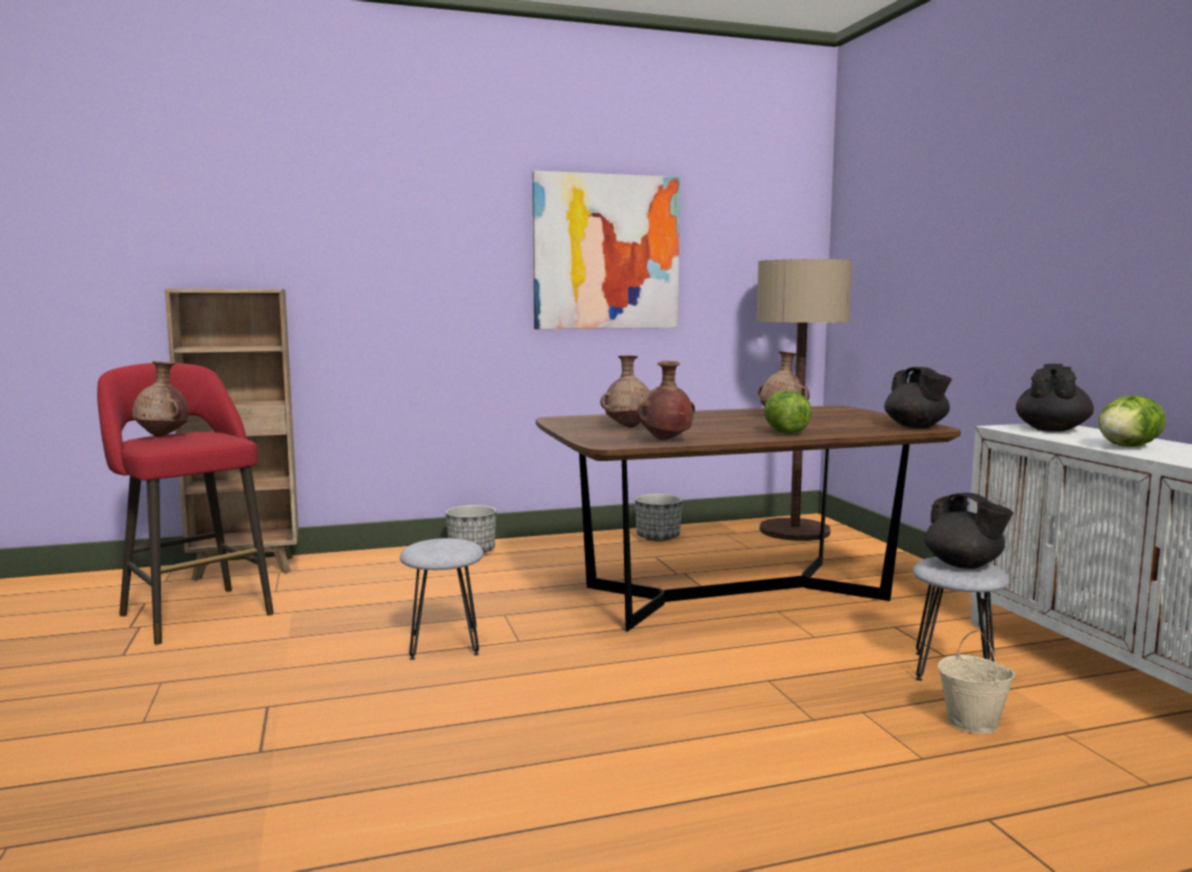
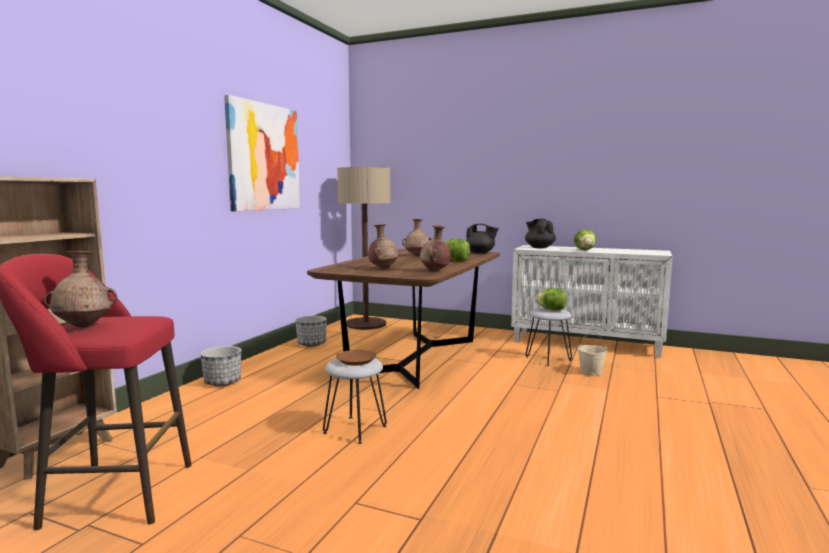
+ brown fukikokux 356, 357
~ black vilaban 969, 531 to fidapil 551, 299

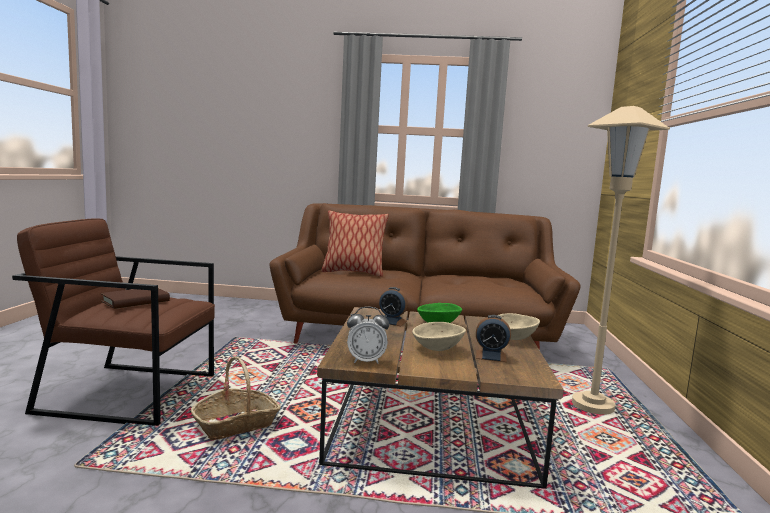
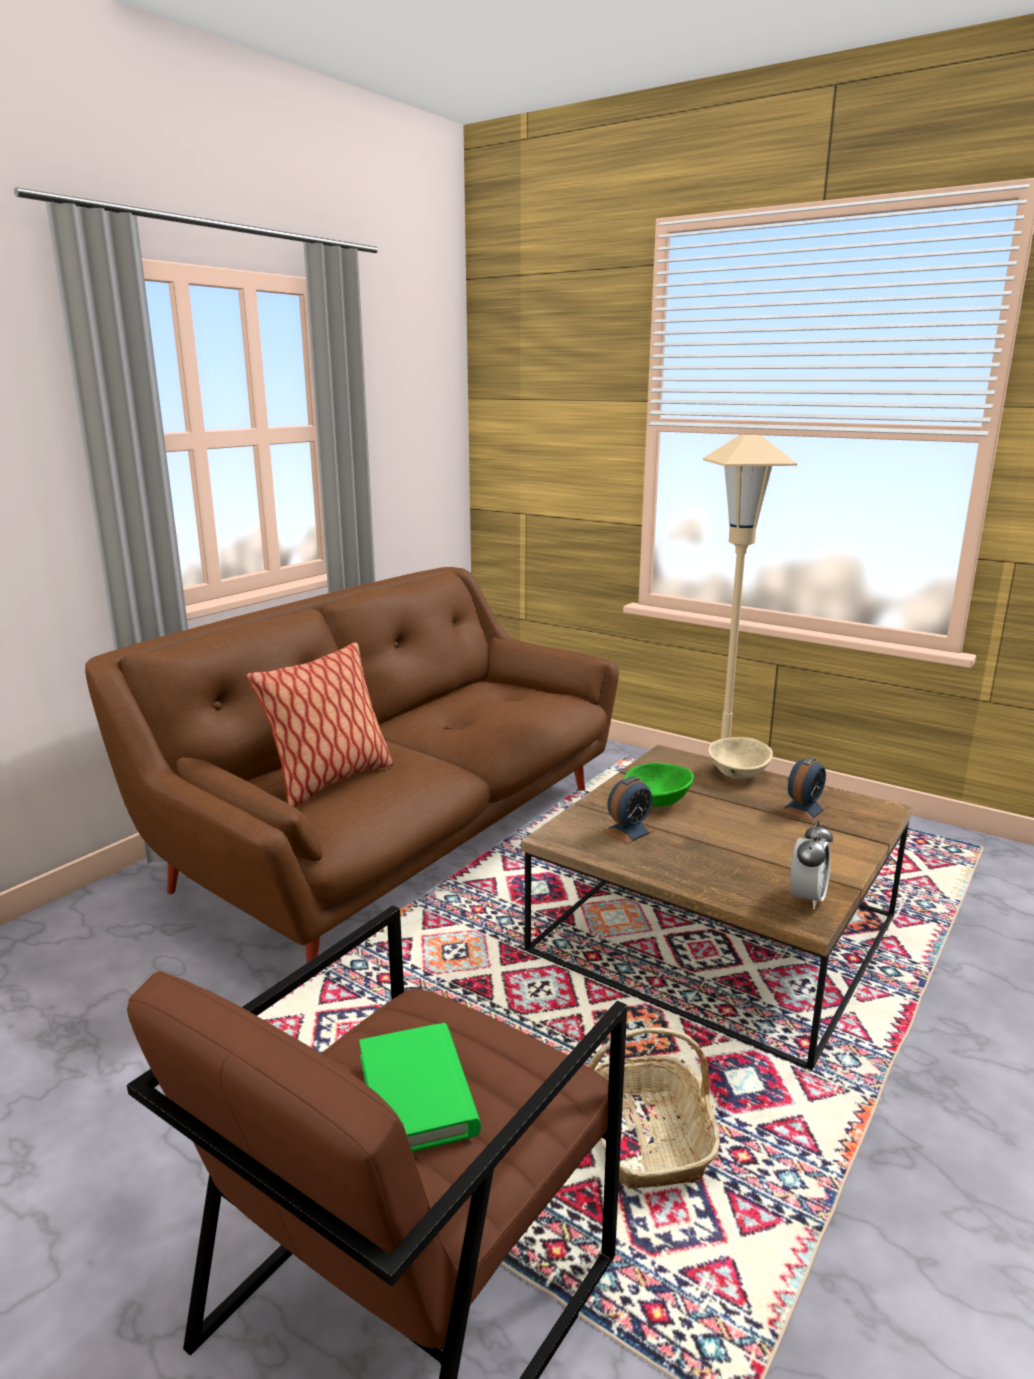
~ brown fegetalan 135, 298 to green fegetalan 420, 1087
- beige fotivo 439, 336

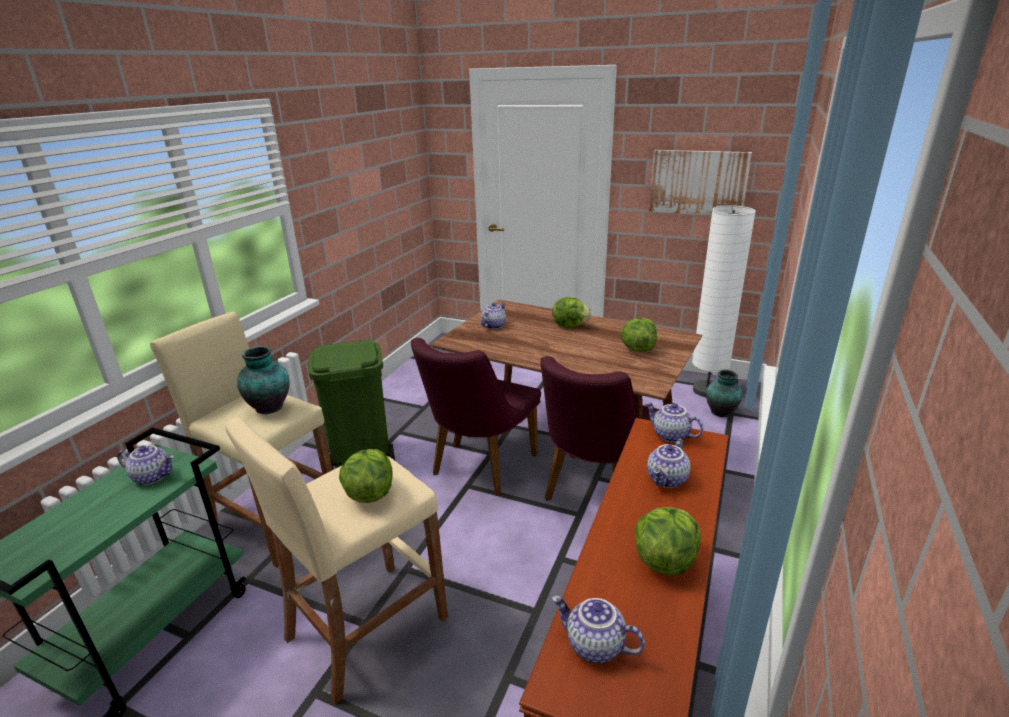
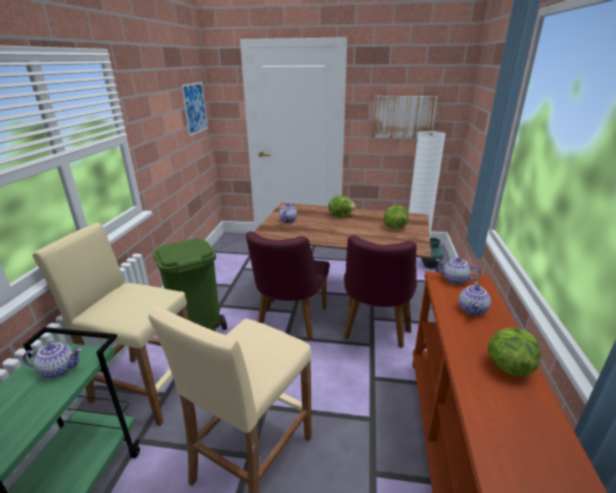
+ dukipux 194, 109
- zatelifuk 263, 380
- fidapil 365, 476
- vilaban 598, 629

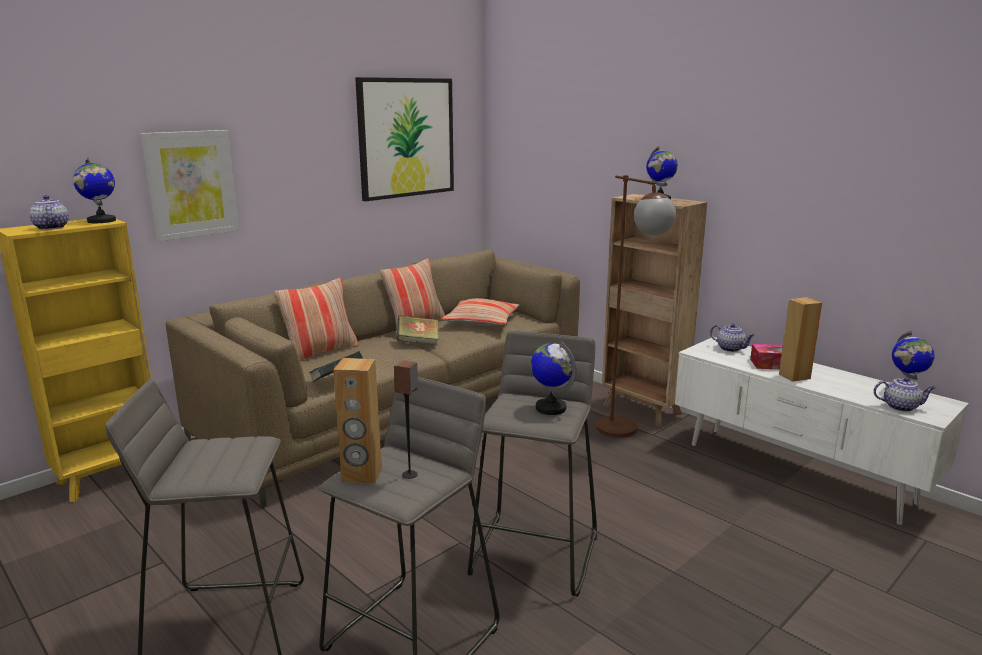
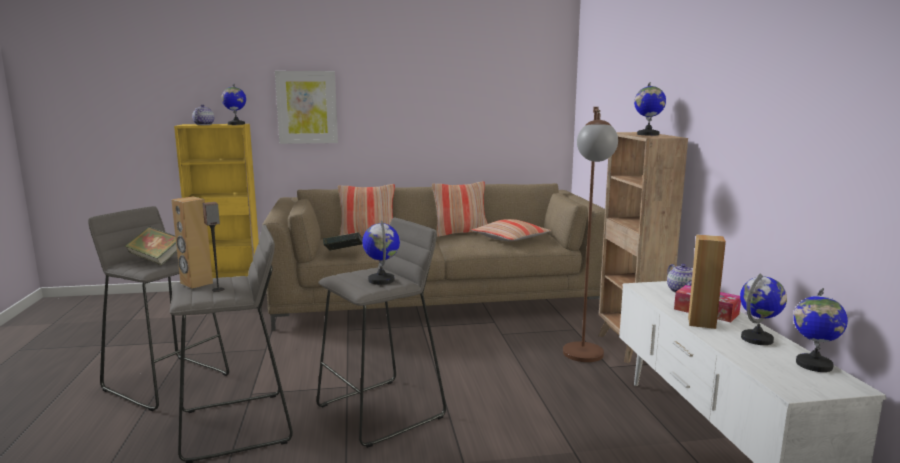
~ fegetalan 418, 330 to 151, 246
+ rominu 763, 309
- dukipux 404, 139
- vilaban 904, 394

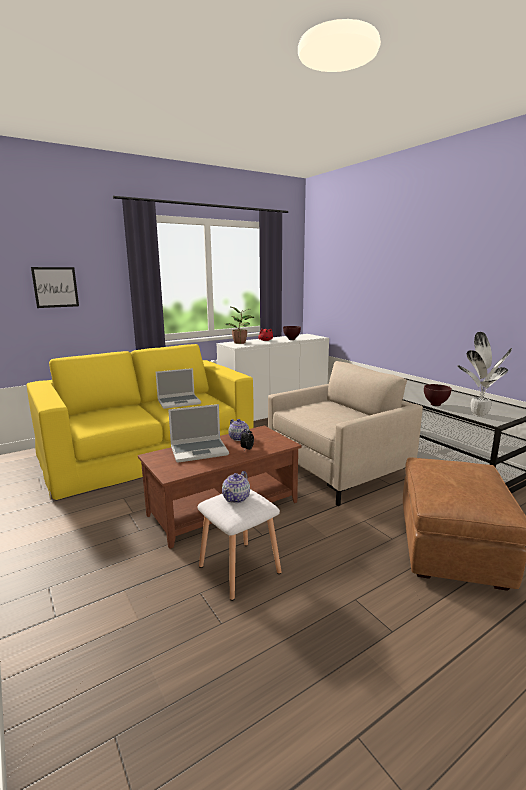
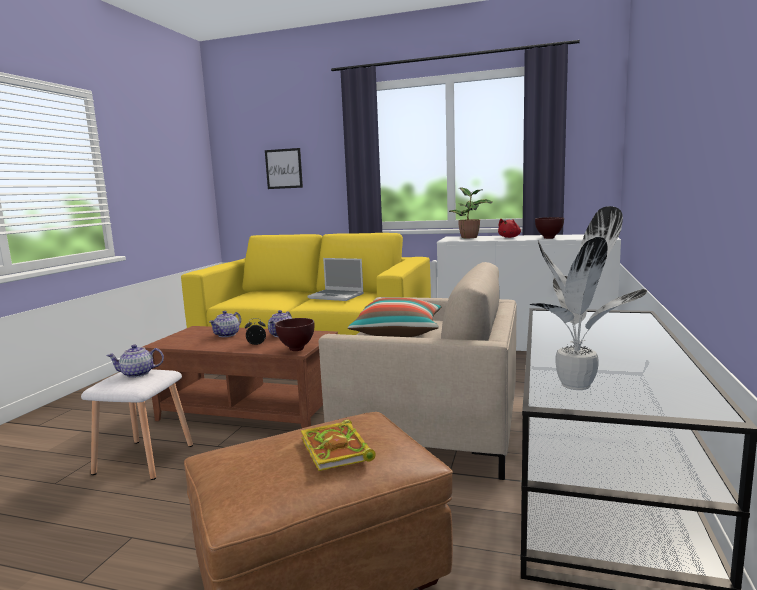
~ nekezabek 198, 433 to vilaban 225, 324
~ brown fotivo 438, 395 to 294, 334
+ fegetalan 338, 445
+ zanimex 394, 317

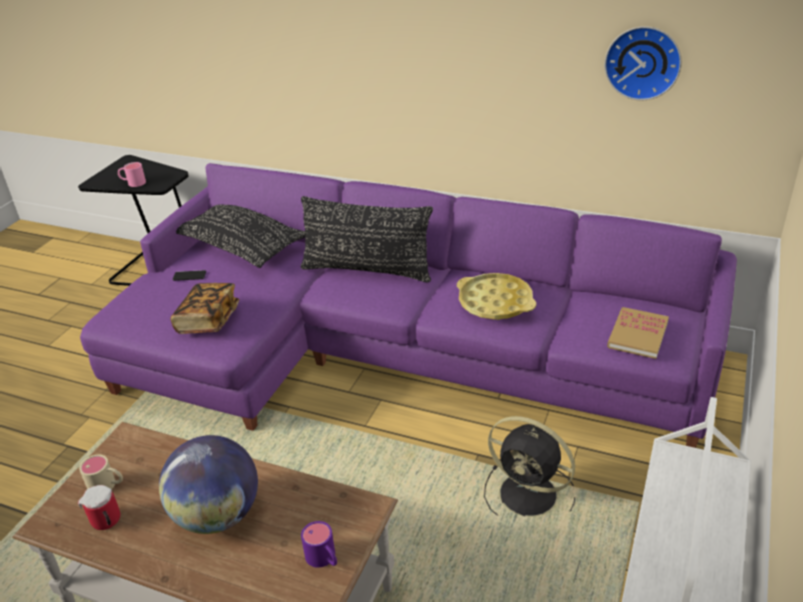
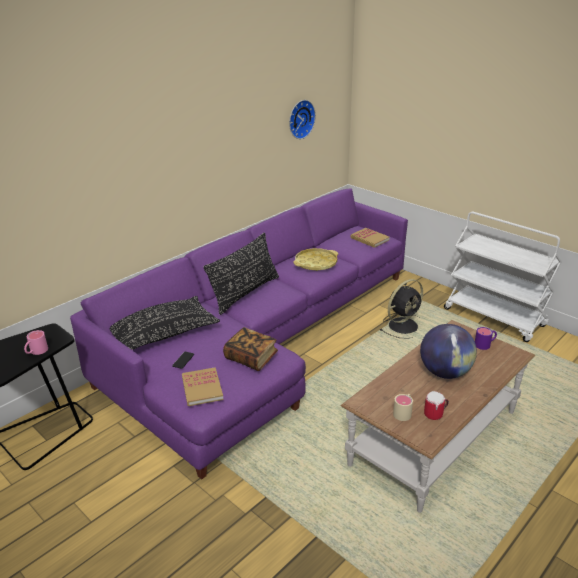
+ fegetalan 202, 386

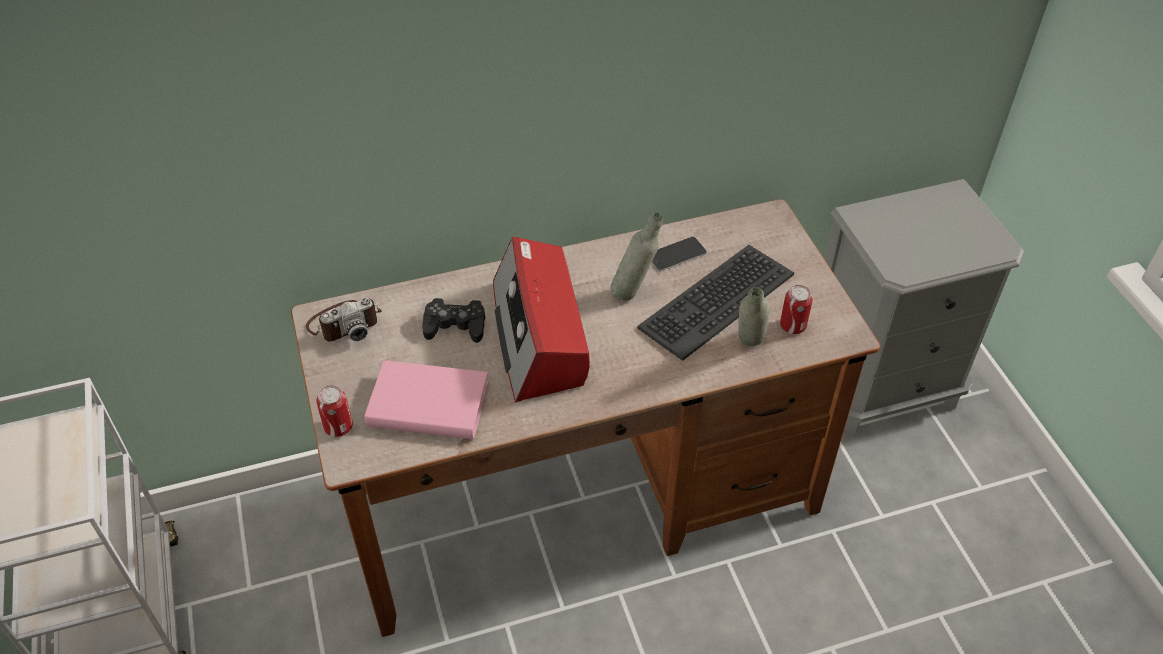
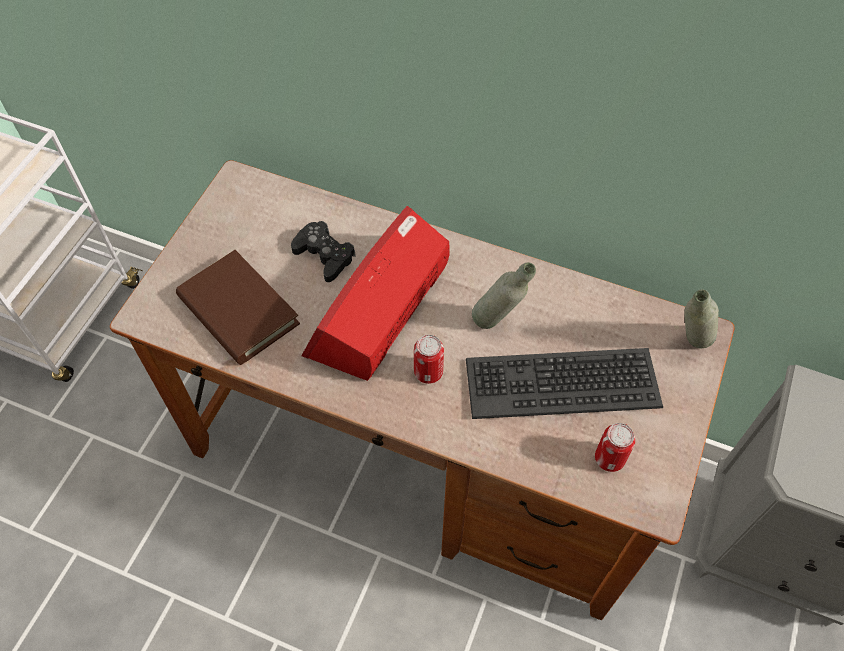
~ pink fegetalan 426, 399 to brown fegetalan 238, 307
~ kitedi 335, 411 to 429, 359
~ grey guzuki 754, 316 to 702, 319
- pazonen 344, 319
- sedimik 679, 254

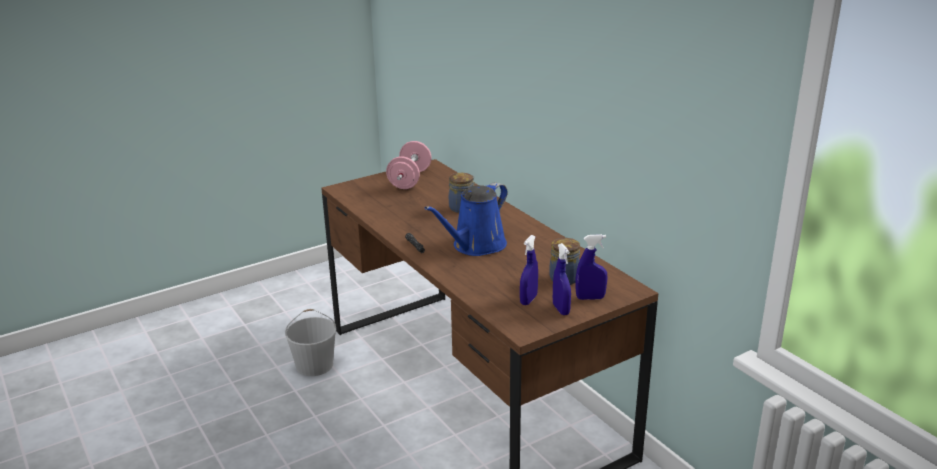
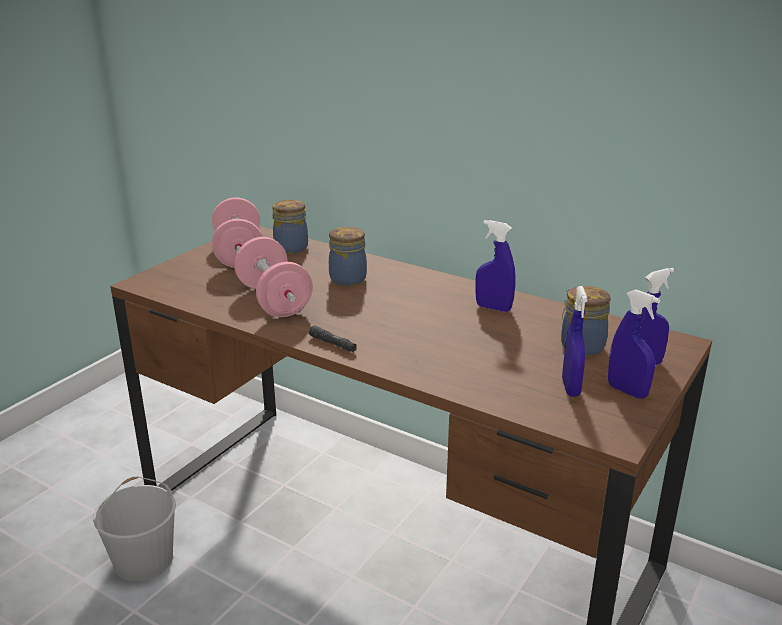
+ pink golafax 273, 277
+ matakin 290, 227
+ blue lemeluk 495, 266
- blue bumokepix 466, 219

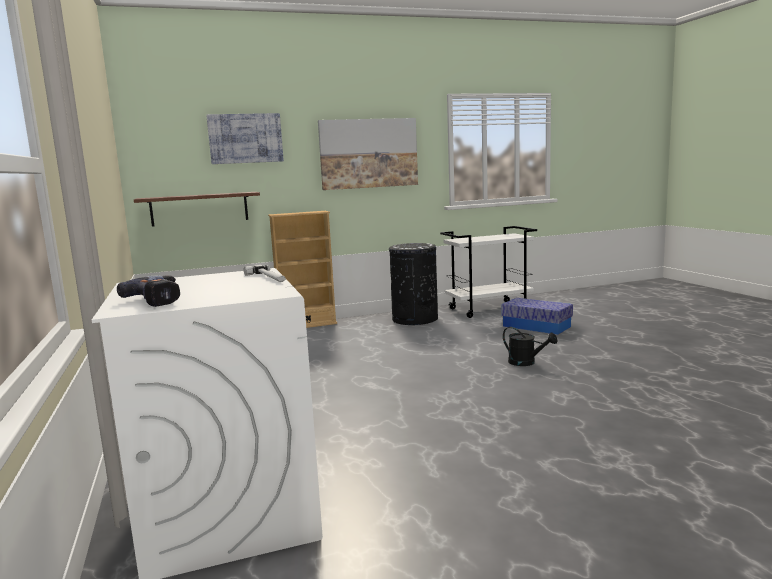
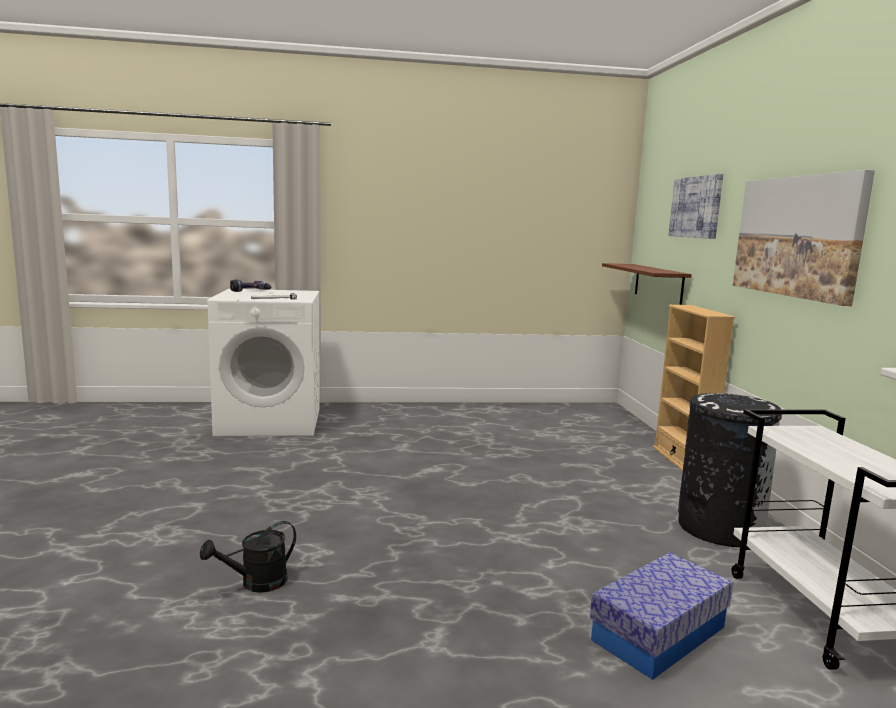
~ black bumokepix 530, 346 to 248, 557

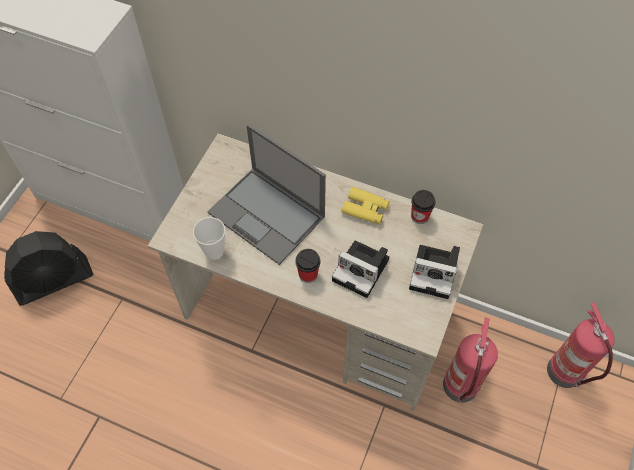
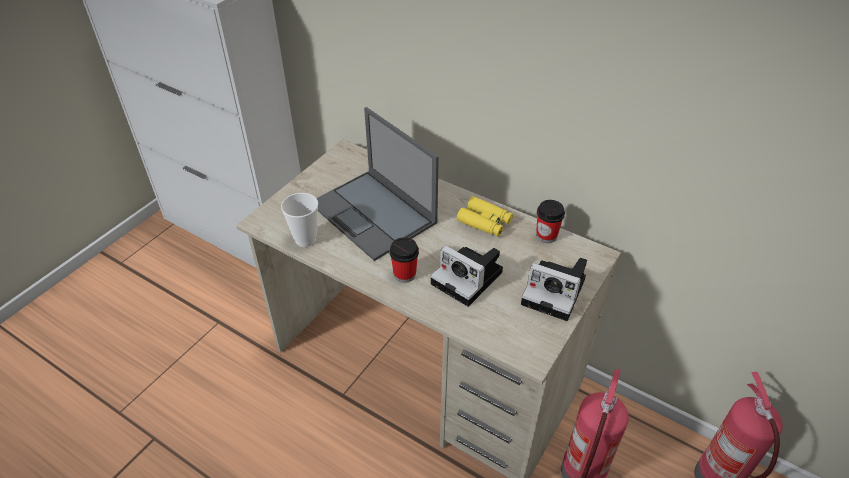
- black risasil 49, 268

